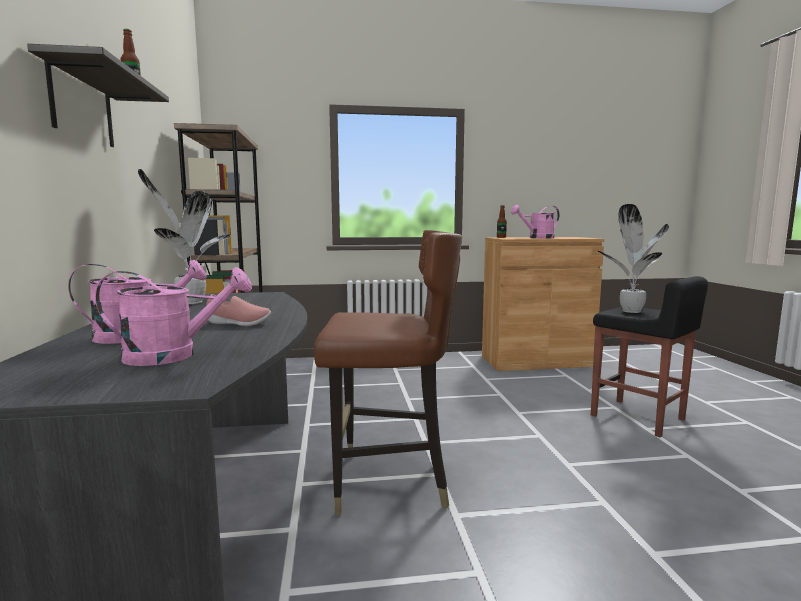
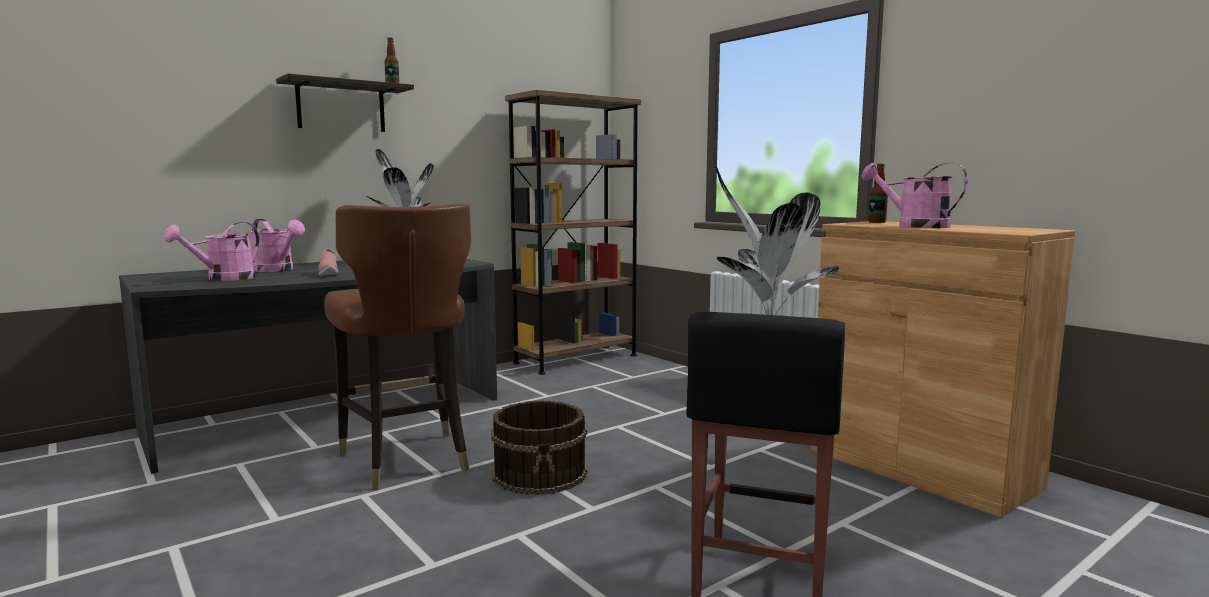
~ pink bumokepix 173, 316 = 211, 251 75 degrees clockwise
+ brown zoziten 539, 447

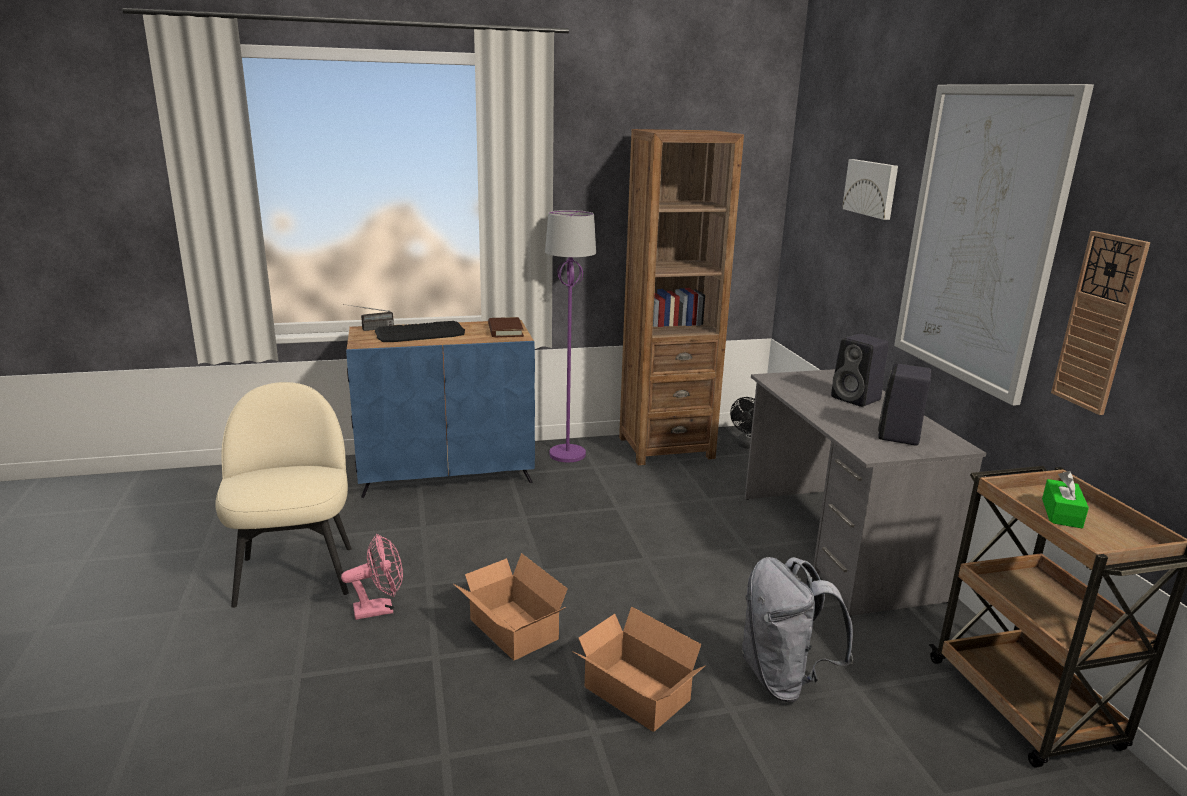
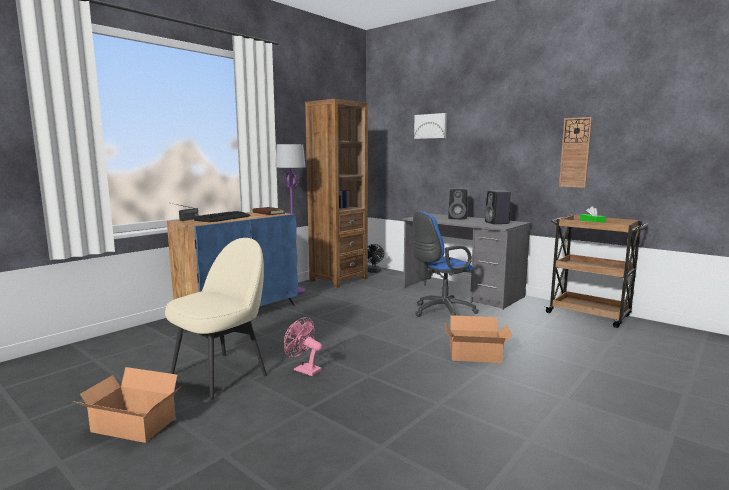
~ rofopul 511, 607 to 126, 405
~ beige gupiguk 283, 495 = 216, 319 90 degrees clockwise
~ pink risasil 372, 577 = 303, 346 90 degrees counterclockwise
+ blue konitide 446, 264
- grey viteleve 797, 629
- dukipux 994, 245

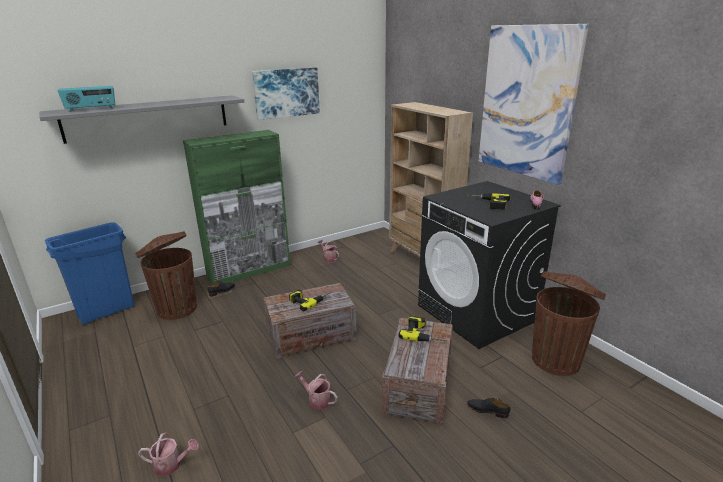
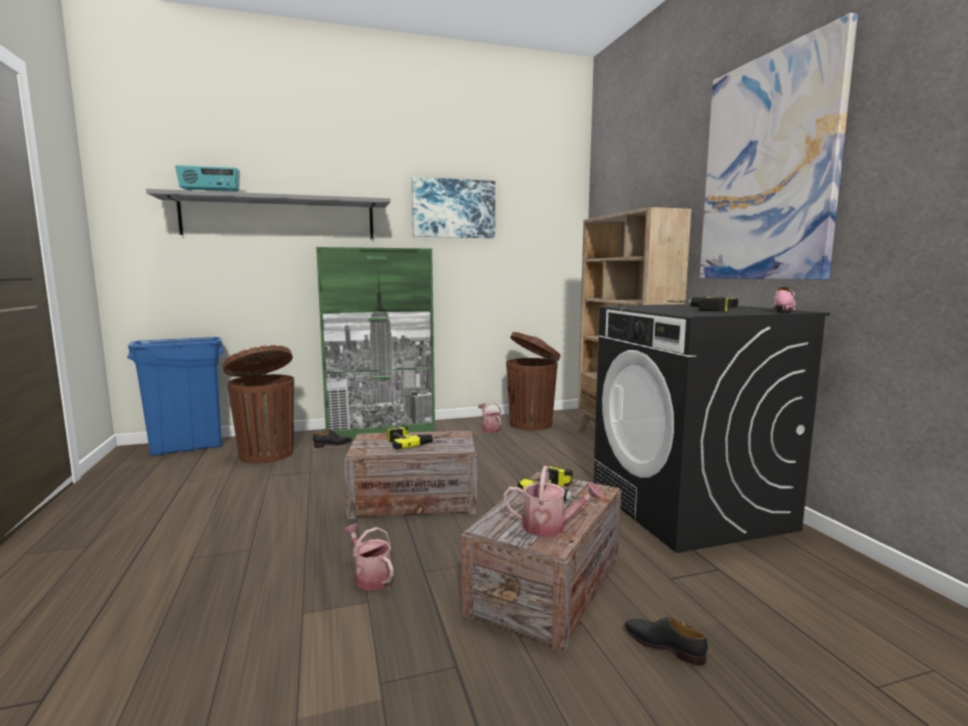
~ bumokepix 168, 455 to 553, 501
~ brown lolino 569, 323 to 533, 381

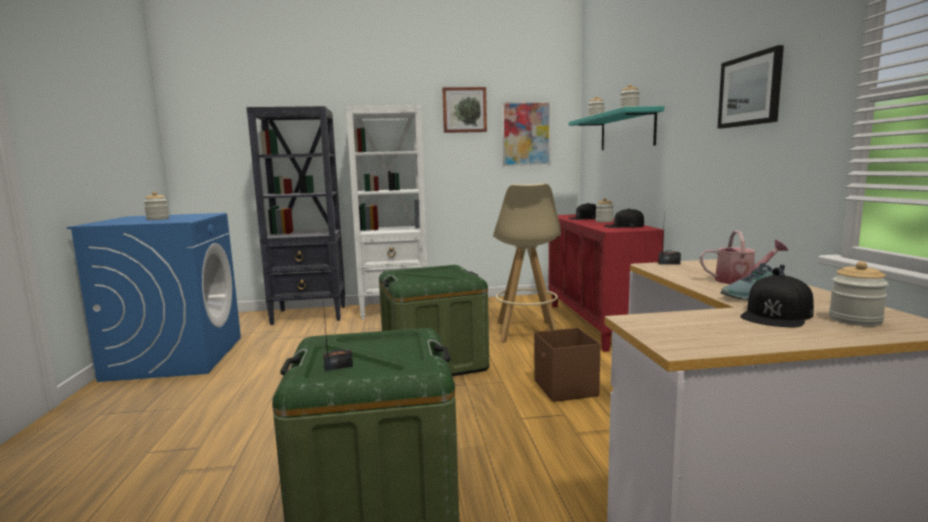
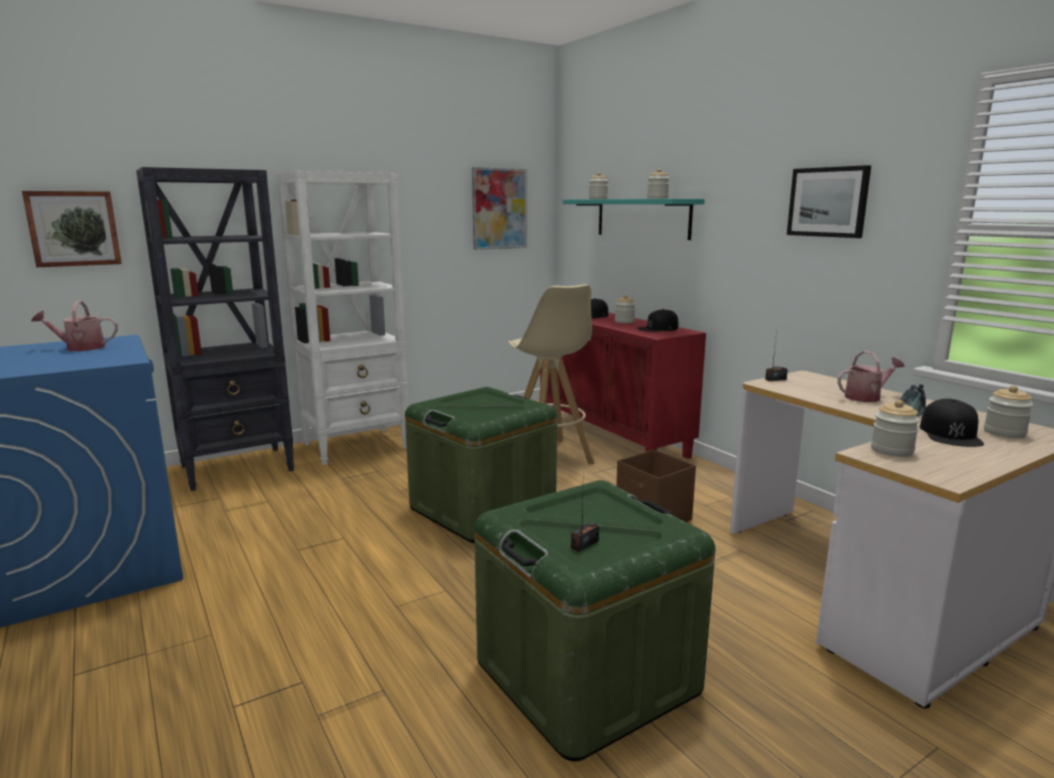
~ dukipux 464, 110 to 72, 229
+ bumokepix 74, 326
~ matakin 156, 206 to 895, 428

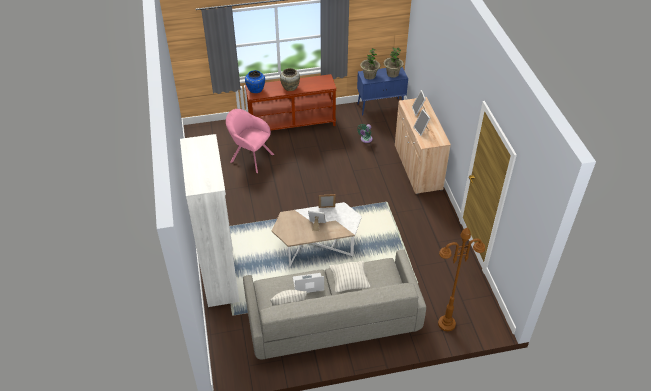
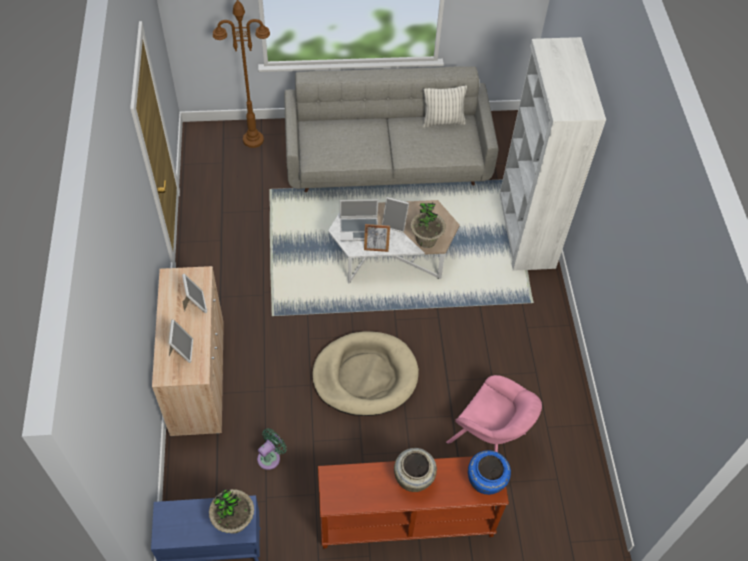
+ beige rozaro 365, 373
~ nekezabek 308, 283 to 359, 220
~ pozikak 394, 62 to 428, 225
- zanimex 350, 276

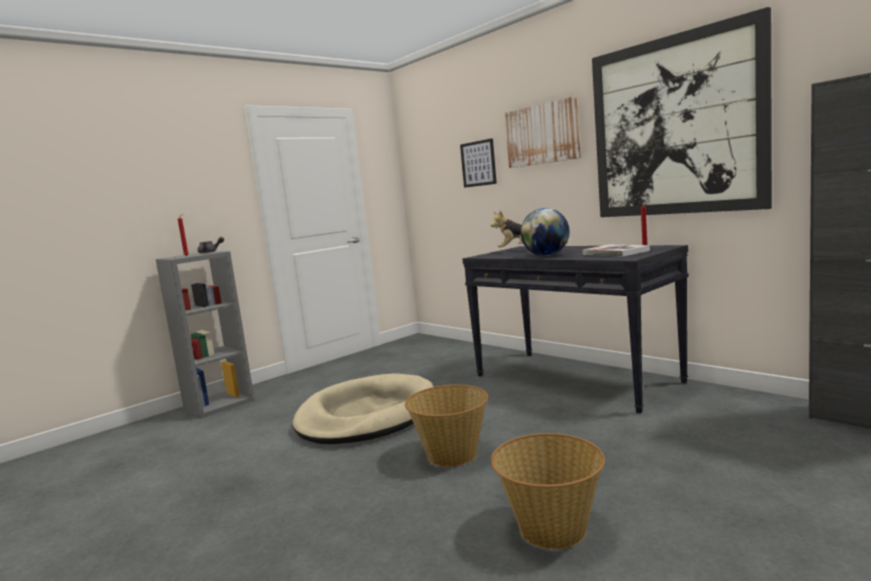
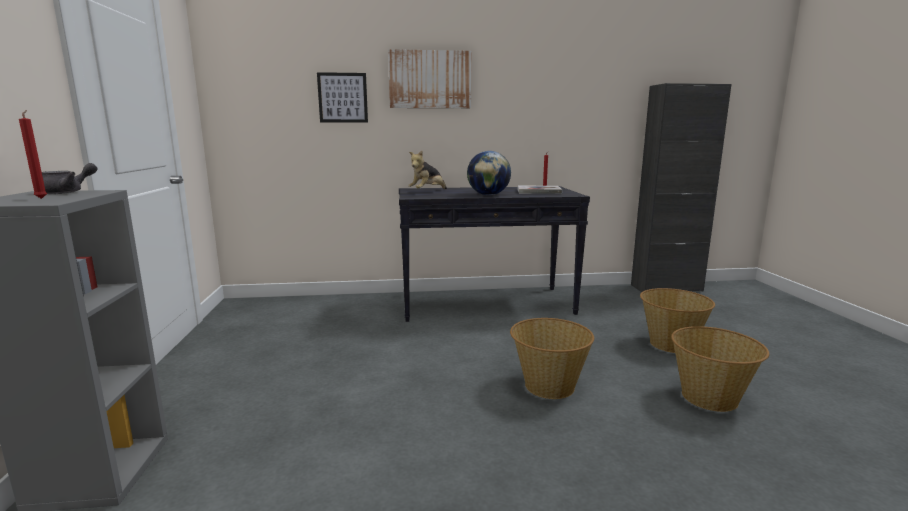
+ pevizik 677, 320
- beige rozaro 363, 408
- dukipux 682, 112

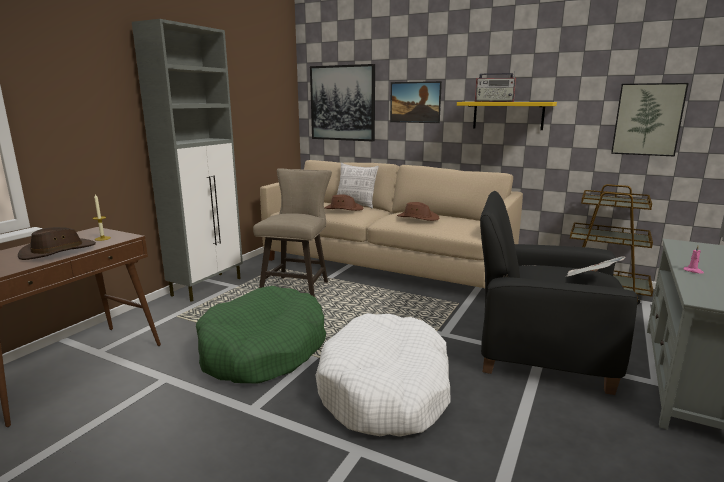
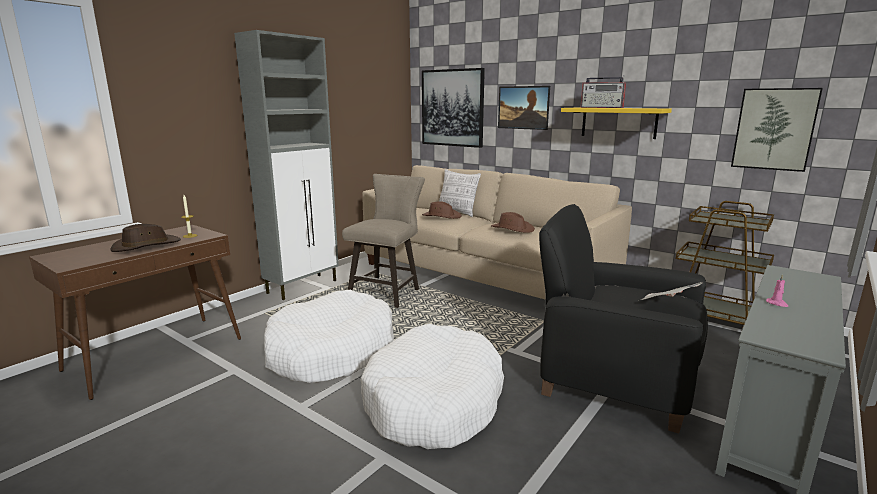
~ green rozaro 261, 334 to white rozaro 329, 336

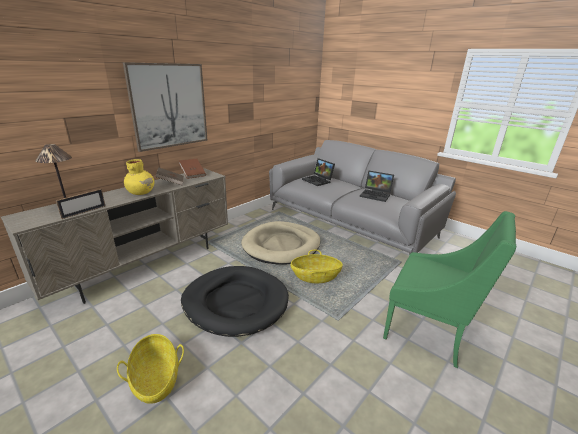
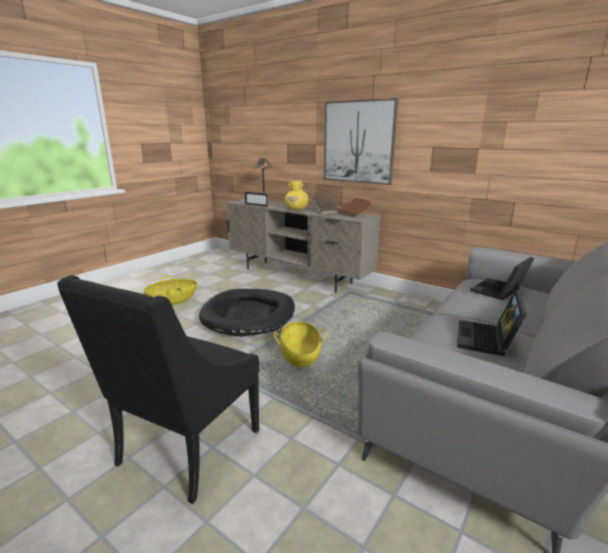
~ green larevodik 449, 289 to black larevodik 158, 389
- beige rozaro 280, 243

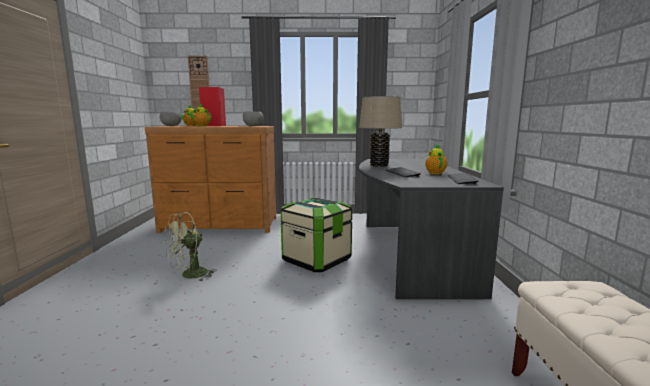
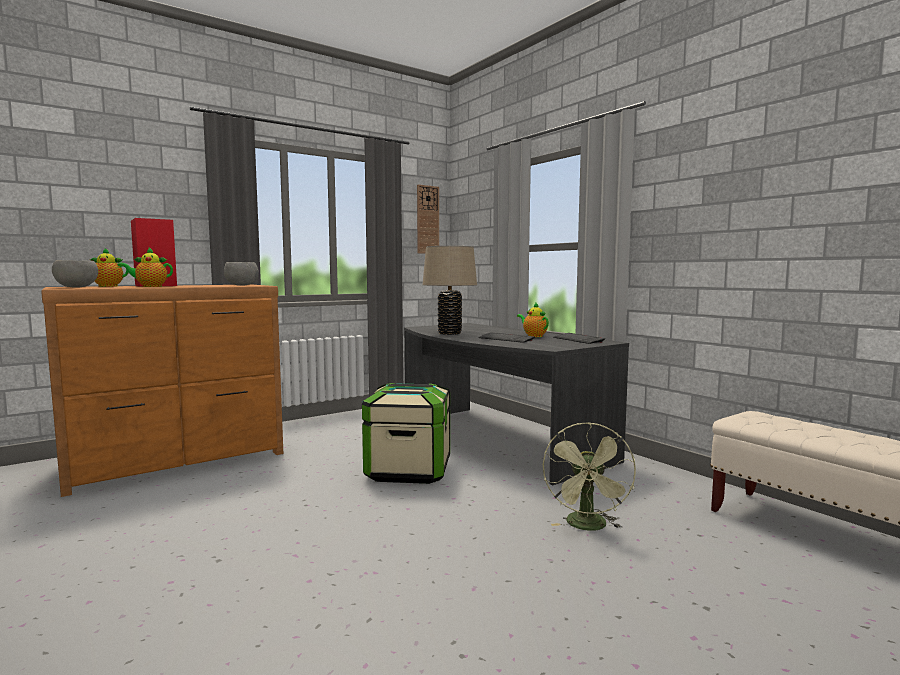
~ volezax 199, 83 to 428, 219
~ green risasil 190, 246 to 589, 476

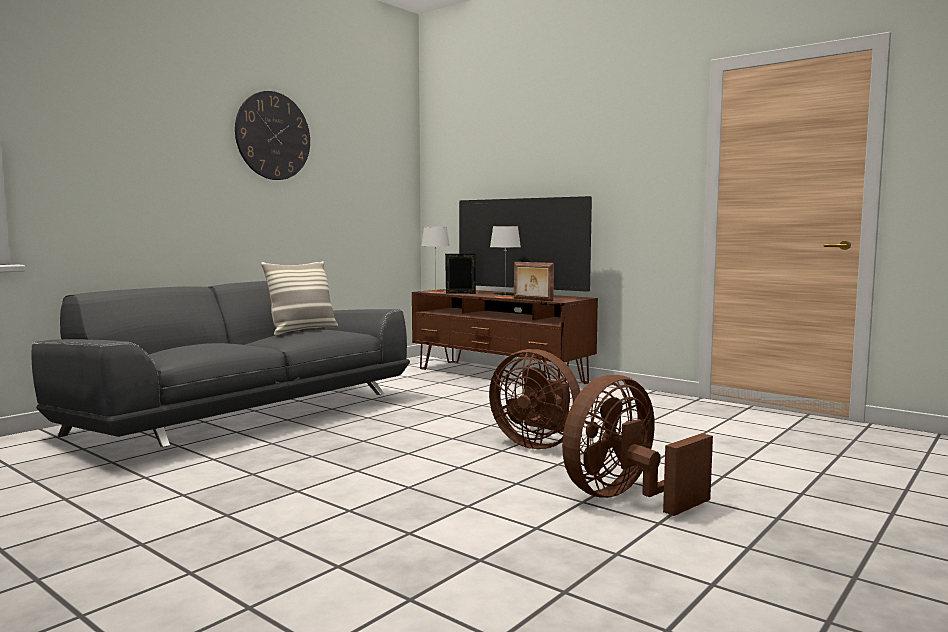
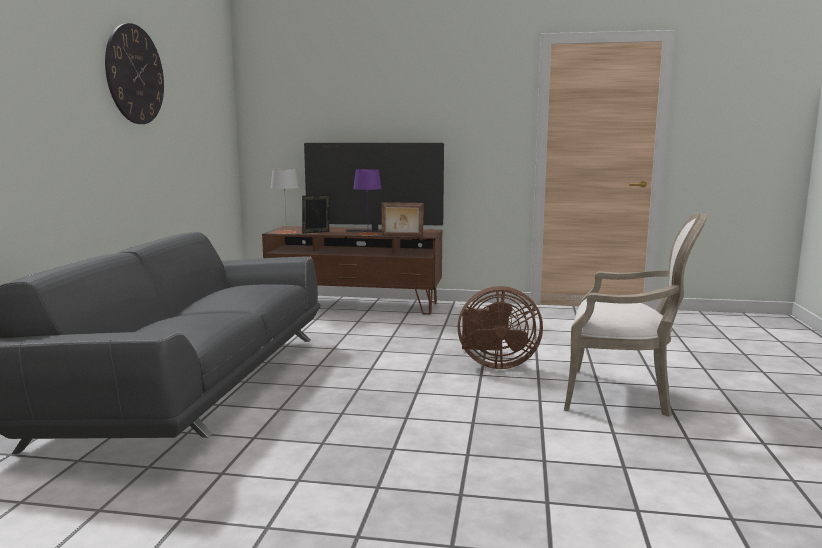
~ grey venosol 505, 262 to purple venosol 367, 202
~ brown risasil 637, 445 to larevodik 635, 314
- zanimex 299, 298

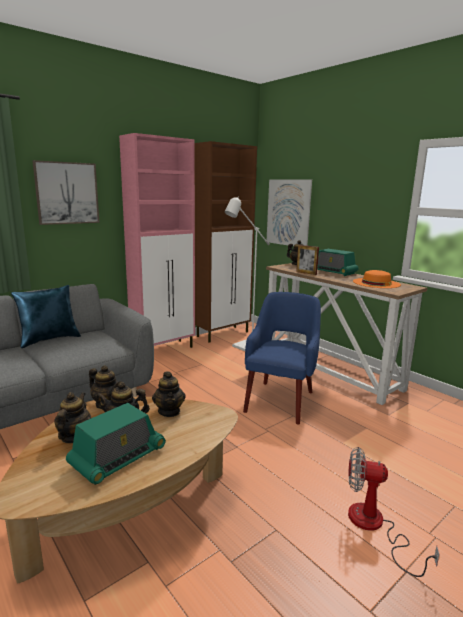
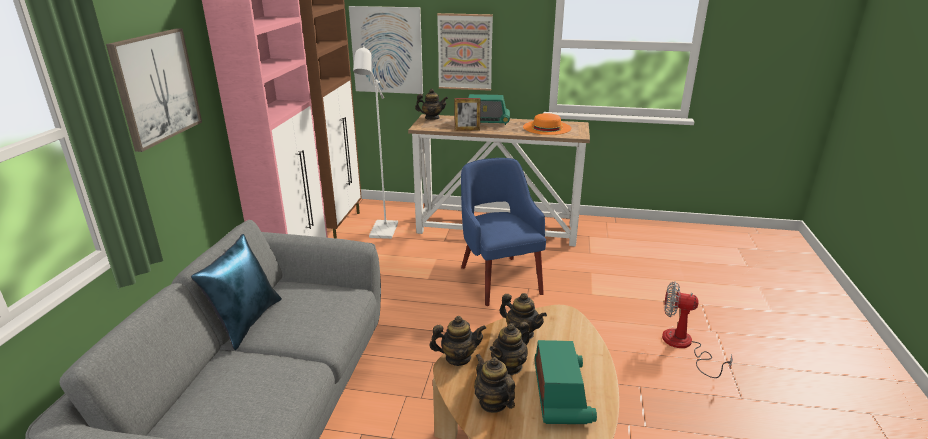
+ dukipux 465, 52
~ risasil 393, 512 = 697, 330 45 degrees clockwise

